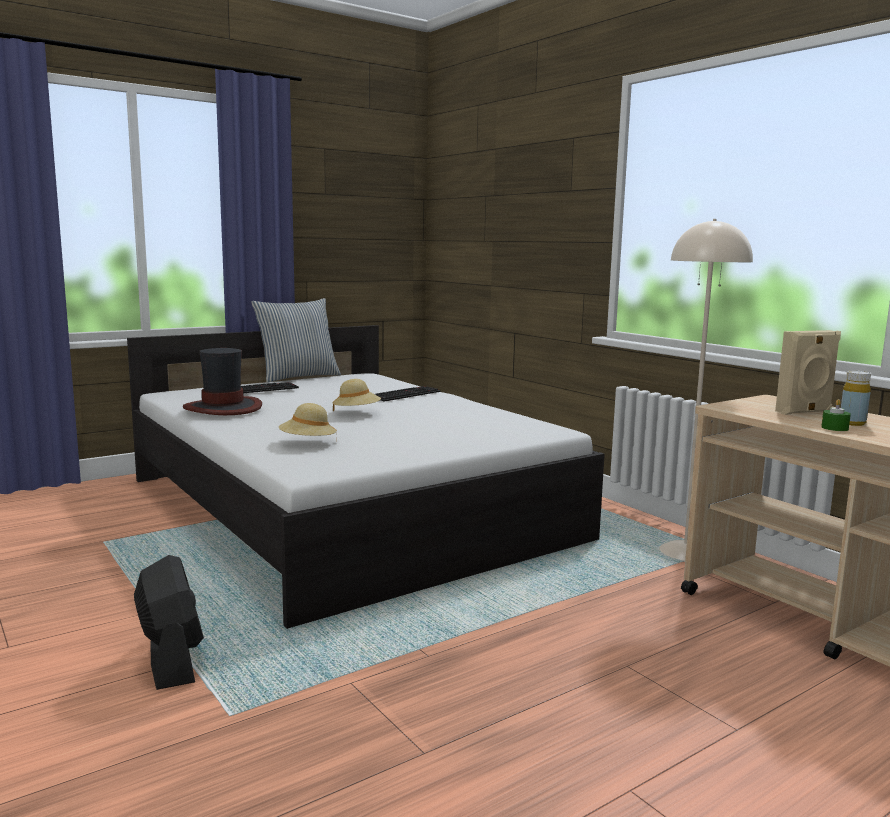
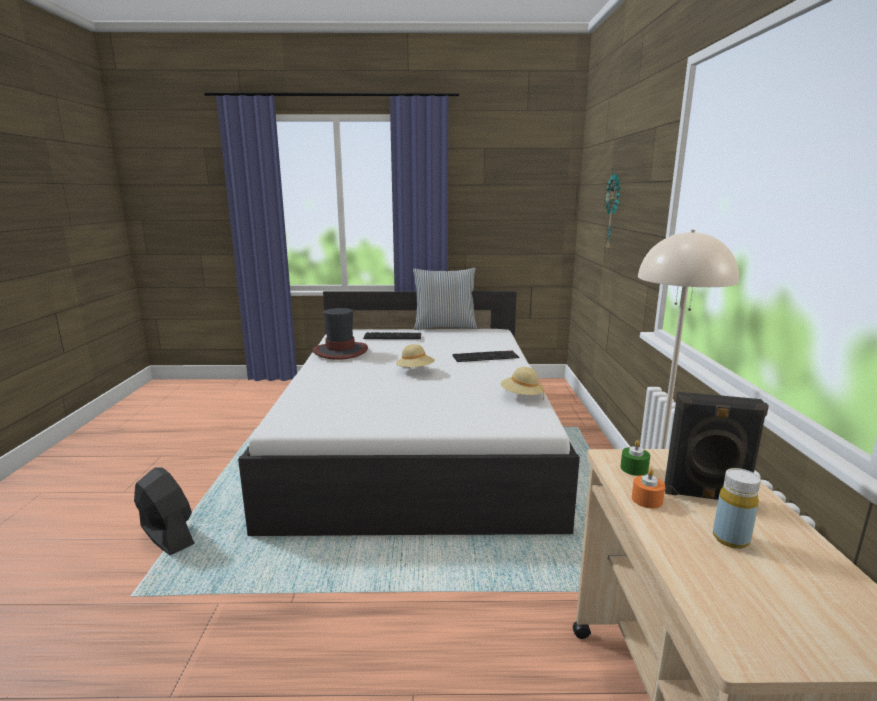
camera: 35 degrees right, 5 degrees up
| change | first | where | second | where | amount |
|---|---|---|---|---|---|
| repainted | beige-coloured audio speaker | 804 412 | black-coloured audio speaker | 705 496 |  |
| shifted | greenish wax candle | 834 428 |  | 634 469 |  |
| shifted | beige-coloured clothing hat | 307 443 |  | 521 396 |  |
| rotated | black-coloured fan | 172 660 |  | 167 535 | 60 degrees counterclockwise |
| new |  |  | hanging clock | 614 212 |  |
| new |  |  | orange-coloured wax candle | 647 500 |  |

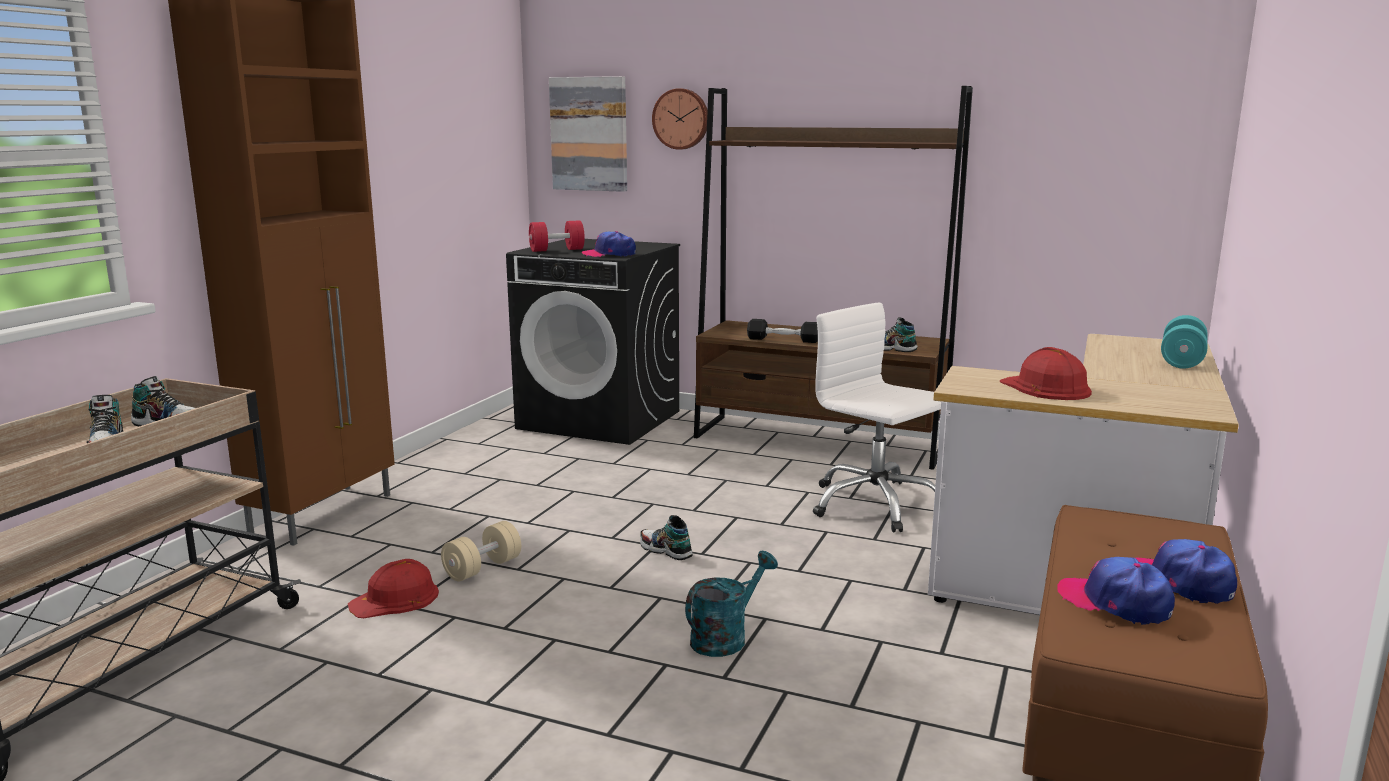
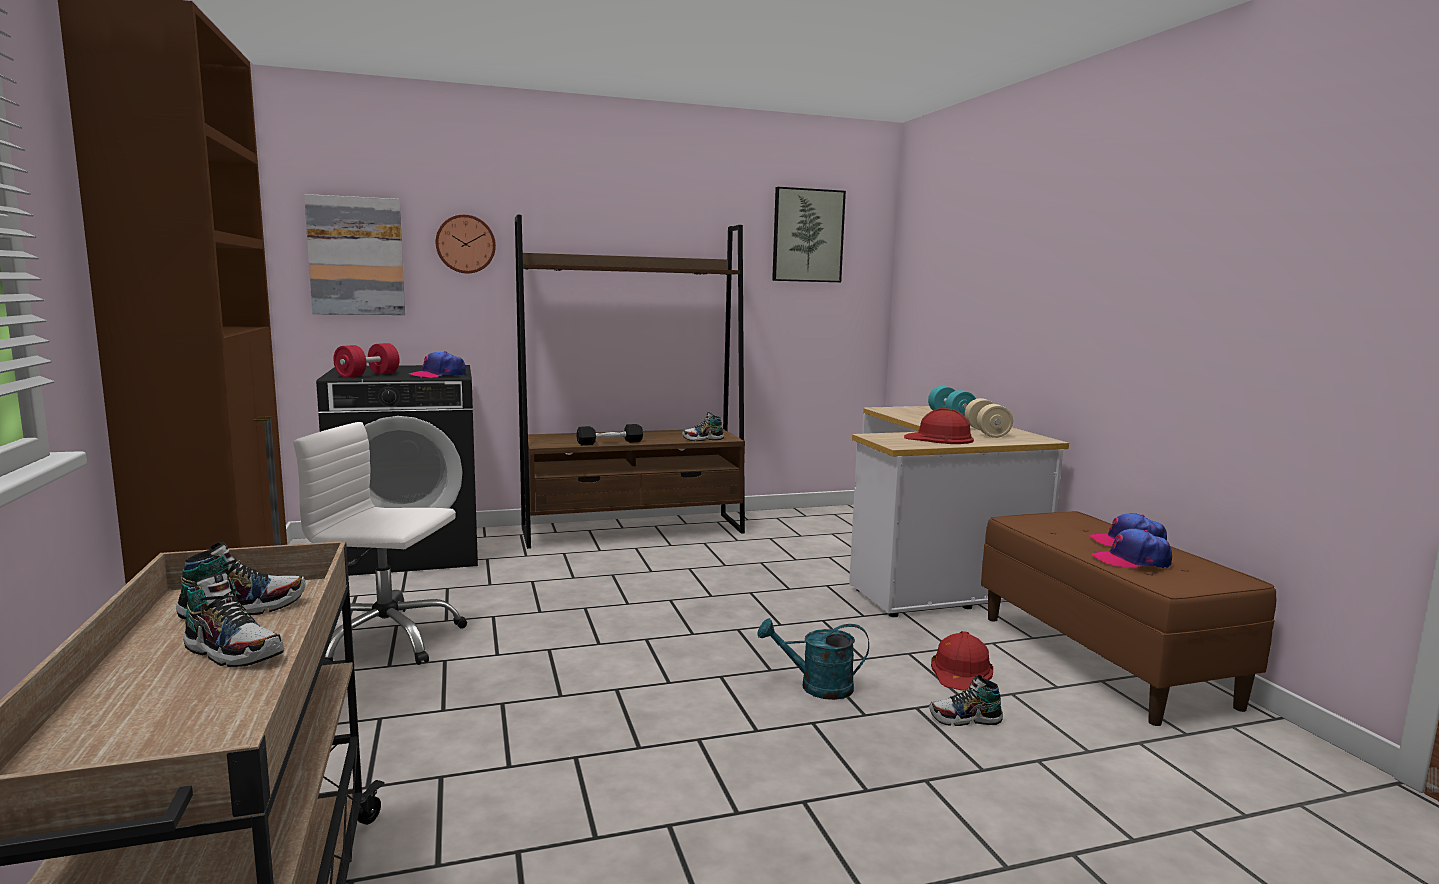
camera: 40 degrees left, 5 degrees down
| change | first | where | second | where | amount |
|---|---|---|---|---|---|
| shifted | white office chair | 874 504 |  | 385 640 |  |
| shifted | item of footwear | 665 551 |  | 965 719 |  |
| shifted | beige-coloured free weight | 482 568 |  | 986 432 |  |
| rotated | blue-green watering pot | 725 637 |  | 816 687 | 90 degrees counterclockwise |
| shifted | red safety helmet | 395 599 |  | 962 671 |  |
| new |  |  | wall art | 807 235 |  |

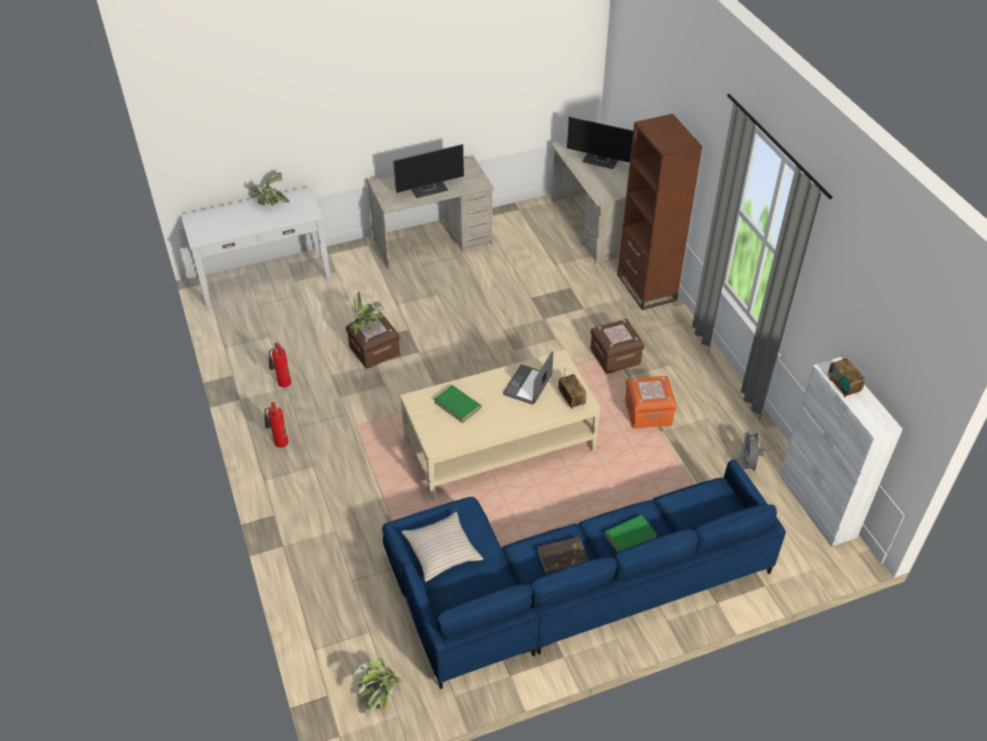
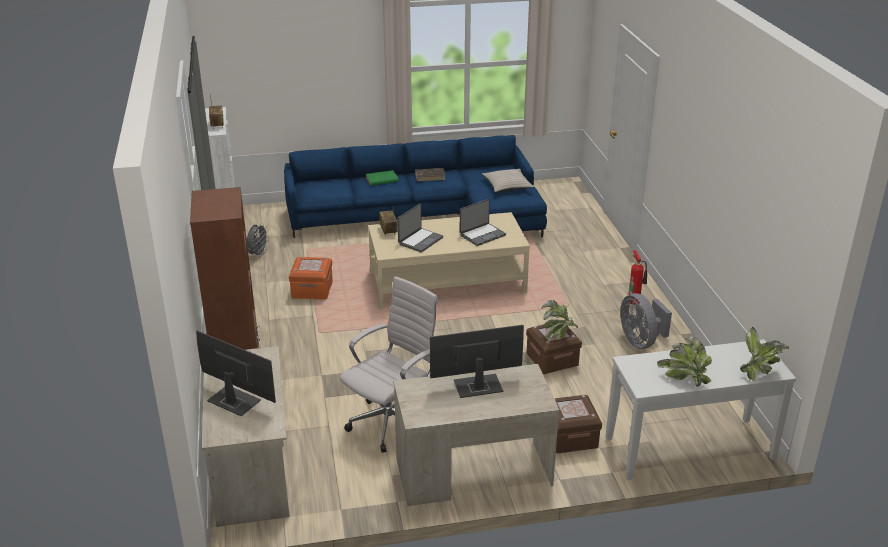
camera: 170 degrees left, 15 degrees down
| change | first | where | second | where | amount |
|---|---|---|---|---|---|
| shifted | brownish storage box | 615 356 |  | 570 437 |  |
| swapped | extinguisher | 284 384 | gray fan | 641 341 |  |
| swapped | greenish volume | 458 405 | laptop | 482 235 |  |
| shifted | houseplant | 379 694 |  | 759 371 |  |
| new |  |  | white office chair | 392 422 |  |

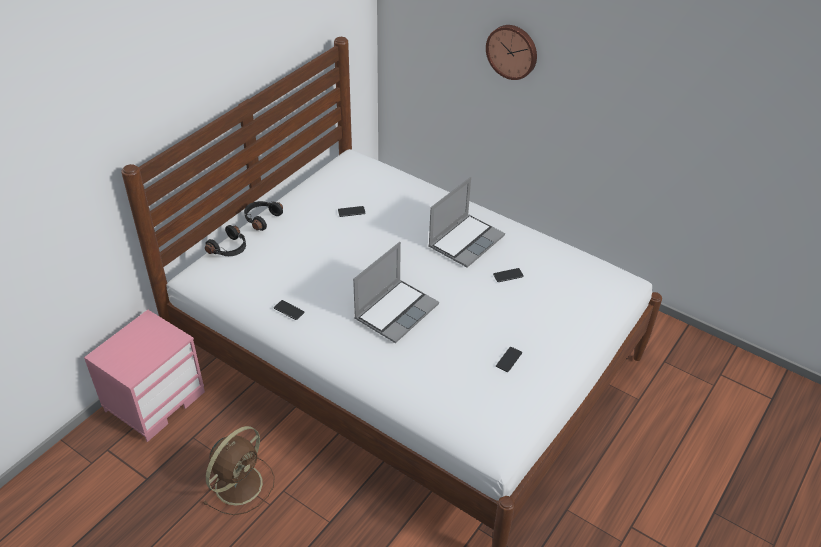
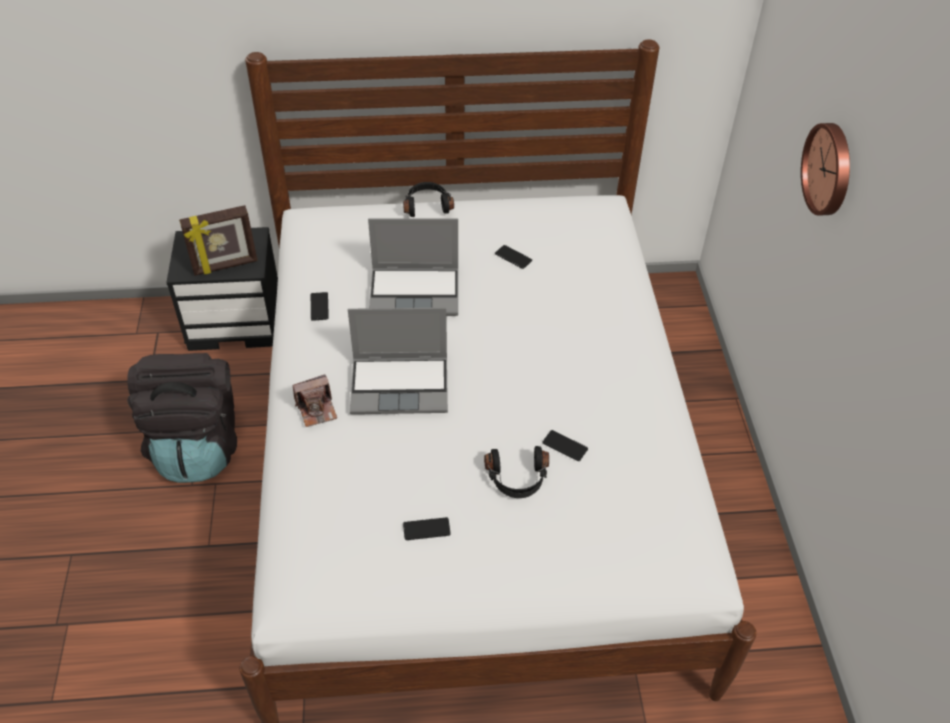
camera: 50 degrees right, 5 degrees up
| change | first | where | second | where | amount |
|---|---|---|---|---|---|
| shifted | laptop | 466 241 |  | 416 292 |  |
| shifted | black-coloured headset | 229 249 |  | 517 479 |  |
| repainted | pinkish nightstand | 155 400 | black-coloured nightstand | 237 321 |  |
| swapped | brownish fan | 240 483 | black-coloured knapsack | 197 446 |  |
| new |  |  | photo frame | 225 266 |  |
| new |  |  | still camera | 317 409 |  |

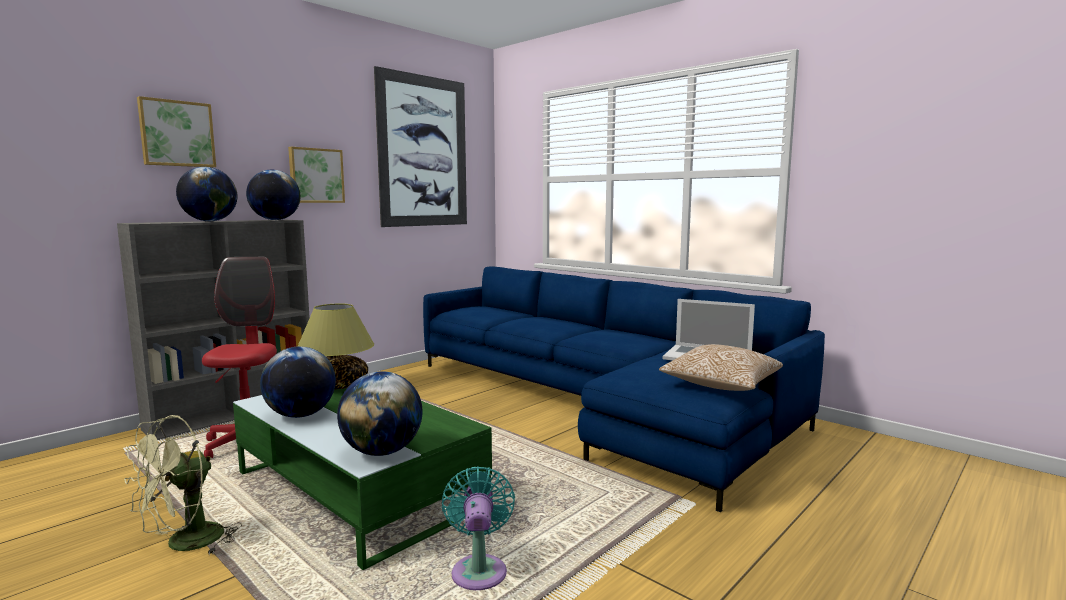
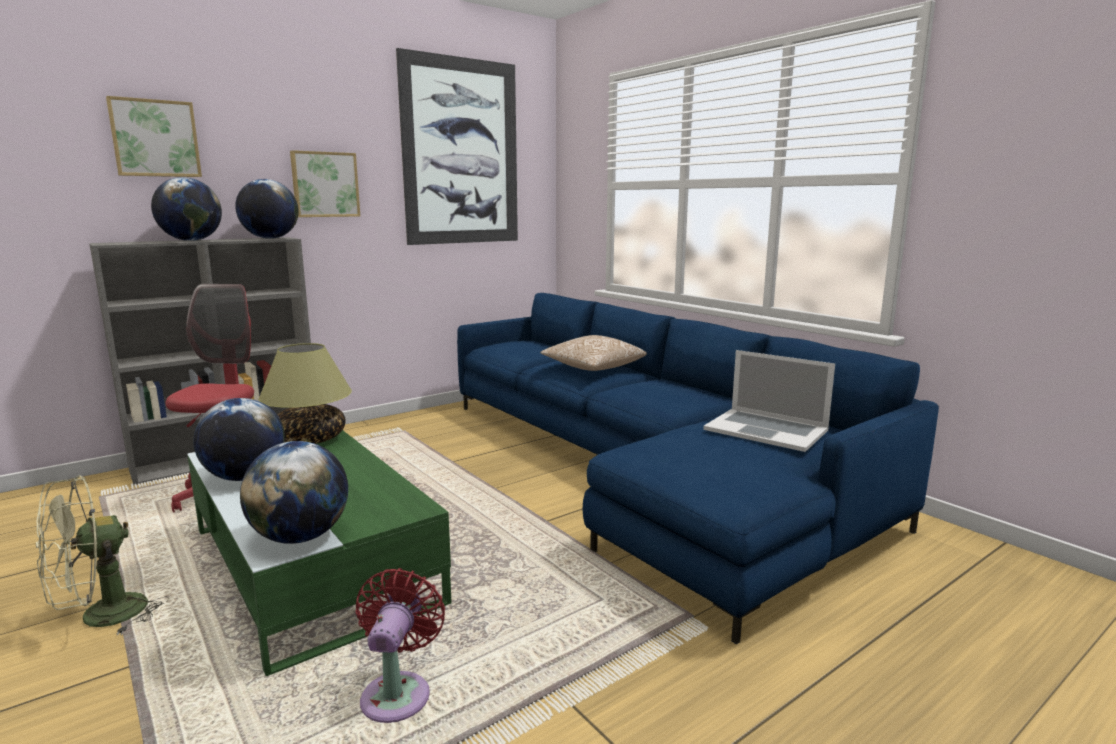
camera: 10 degrees right, 5 degrees up
| change | first | where | second | where | amount |
|---|---|---|---|---|---|
| shifted | pillow | 720 385 |  | 592 368 |  |
| repainted | blue-green fan | 479 569 | red fan | 398 692 |  |

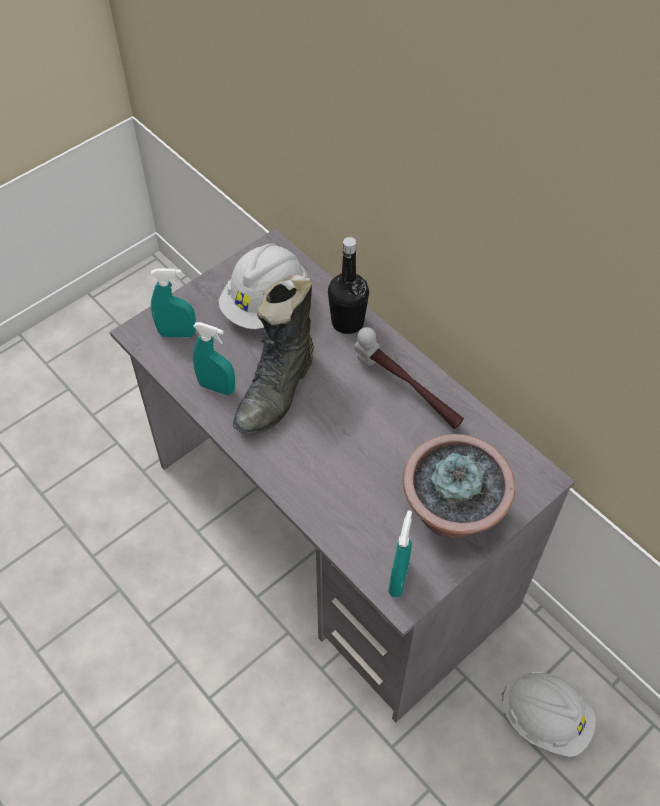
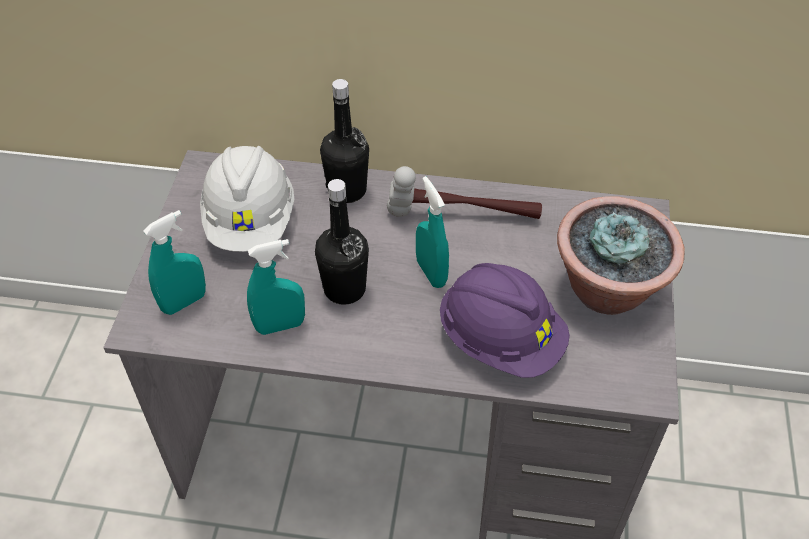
camera: 40 degrees left, 5 degrees down
| change | first | where | second | where | amount |
|---|---|---|---|---|---|
| swapped | black-coloured tall boot | 278 390 | black-coloured bottle | 344 289 |  |
| shifted | blue-green sprayer | 398 578 |  | 431 273 |  |
| gone | white safety helmet | 545 718 |  |  |  |
| new |  |  | purplish safety helmet | 500 340 |  |

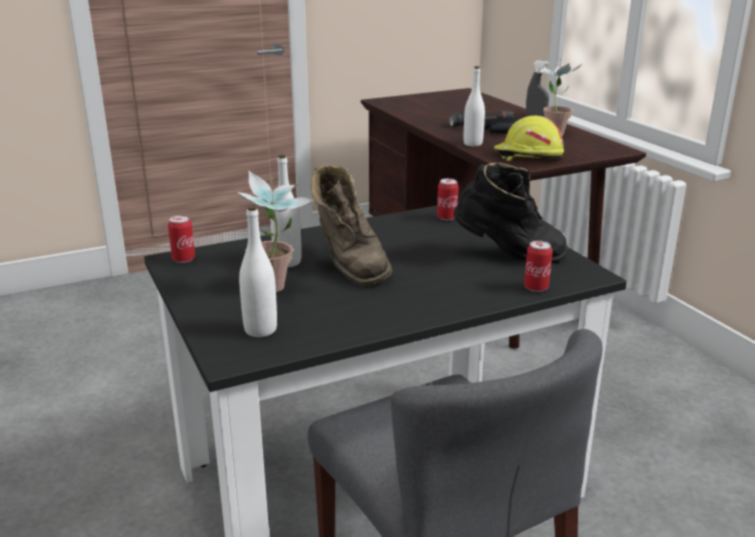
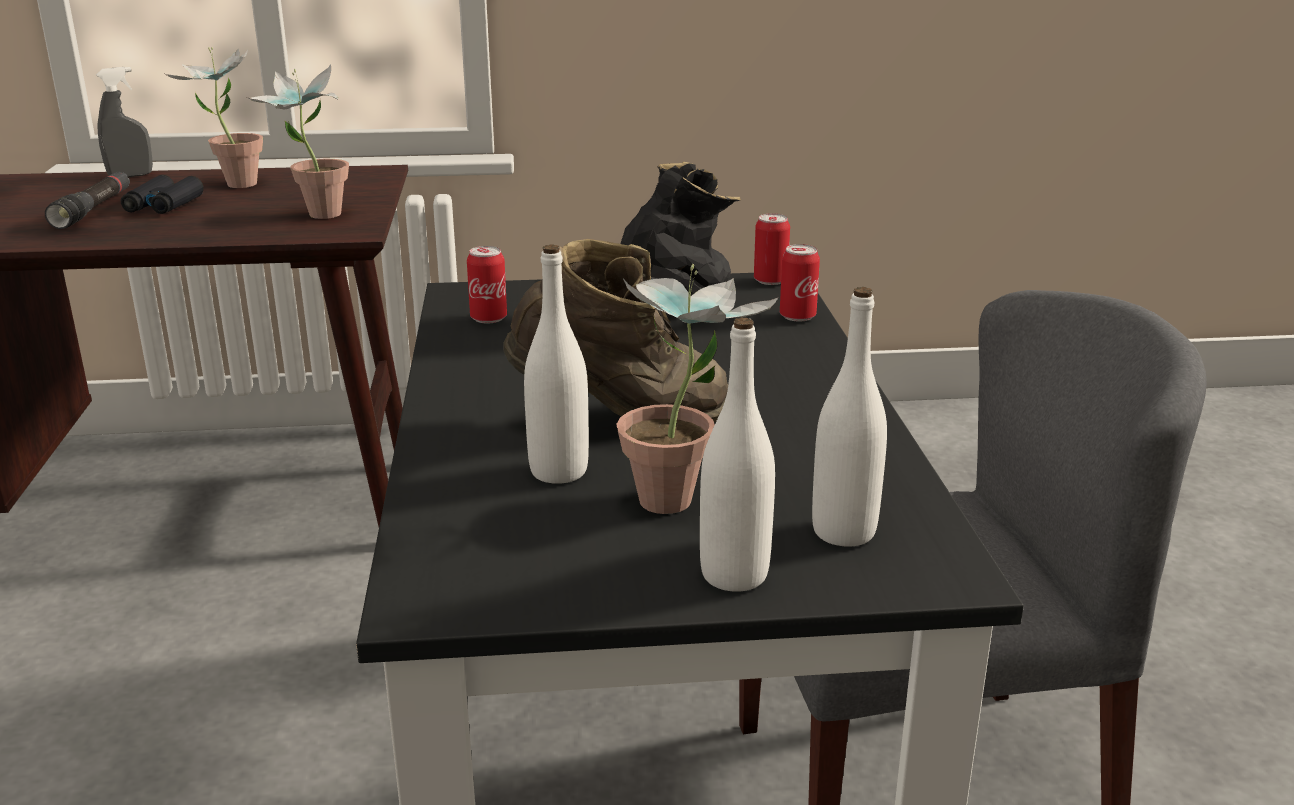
camera: 70 degrees left, 0 degrees up
| change | first | where | second | where | amount |
|---|---|---|---|---|---|
| shifted | white bottle | 473 144 |  | 734 575 |  |
| swapped | yellow safety helmet | 527 156 | houseplant | 314 217 |  |
| shifted | sealed can | 183 259 |  | 770 281 |  |

